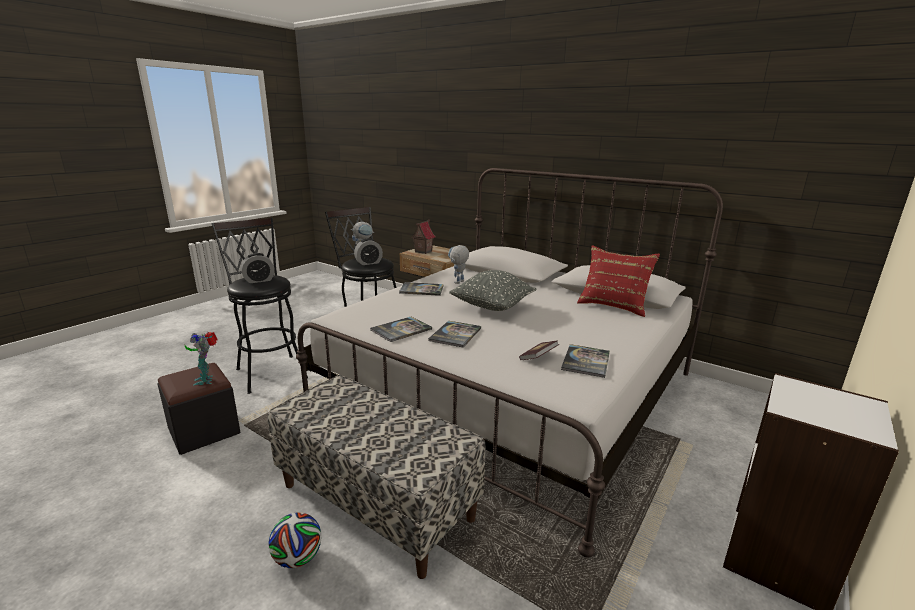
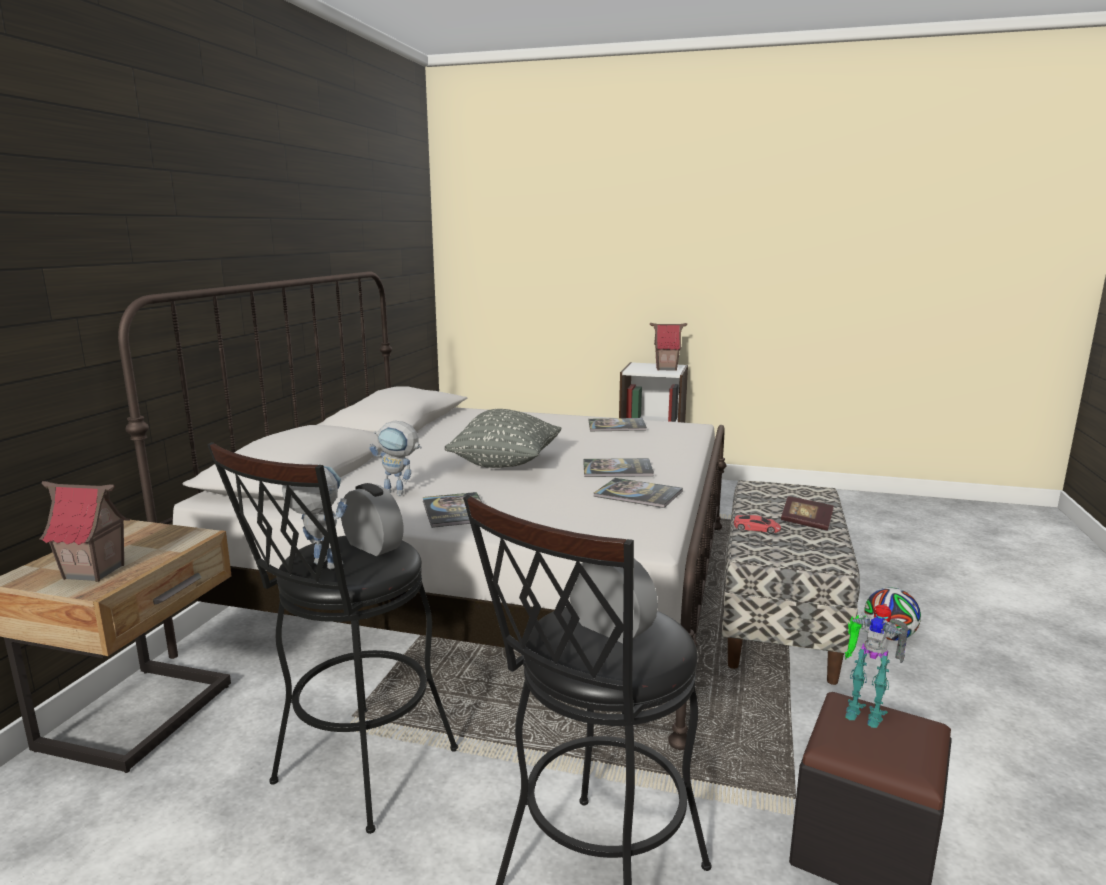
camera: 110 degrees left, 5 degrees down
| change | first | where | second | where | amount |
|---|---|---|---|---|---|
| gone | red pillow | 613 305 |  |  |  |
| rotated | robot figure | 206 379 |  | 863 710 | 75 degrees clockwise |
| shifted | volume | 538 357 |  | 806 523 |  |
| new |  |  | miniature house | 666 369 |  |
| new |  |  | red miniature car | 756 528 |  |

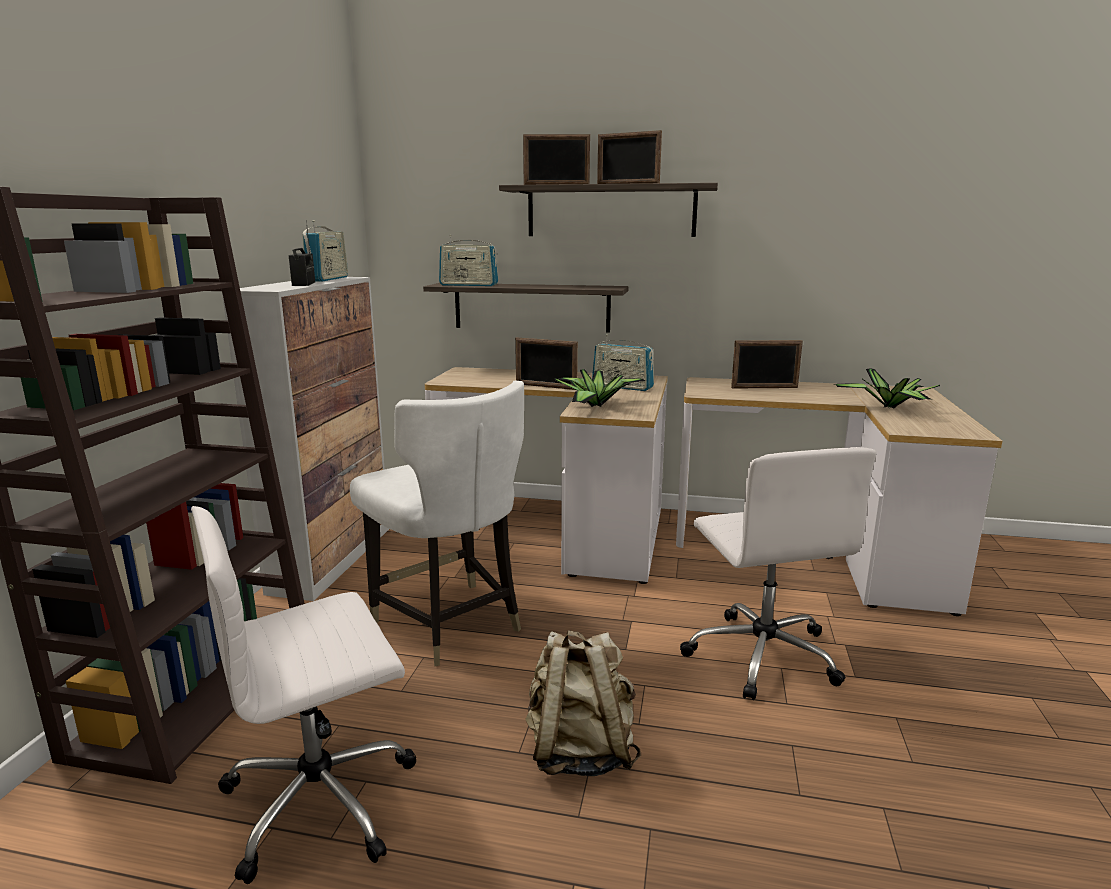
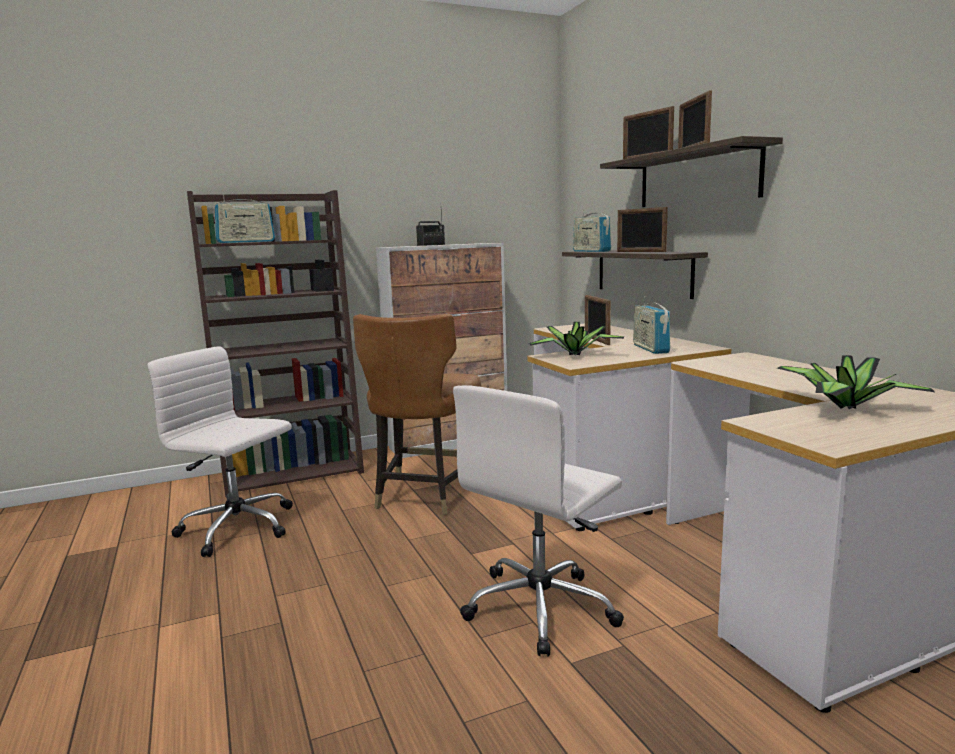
camera: 55 degrees right, 5 degrees down
| change | first | where | second | where | amount |
|---|---|---|---|---|---|
| shifted | radio set | 328 279 |  | 246 242 |  |
| shifted | photo frame | 764 388 |  | 640 251 |  |
| repainted | white upright chair | 449 623 | brownish upright chair | 424 495 |  |
| gone | beige-coloured knapsack | 579 751 |  |  |  |

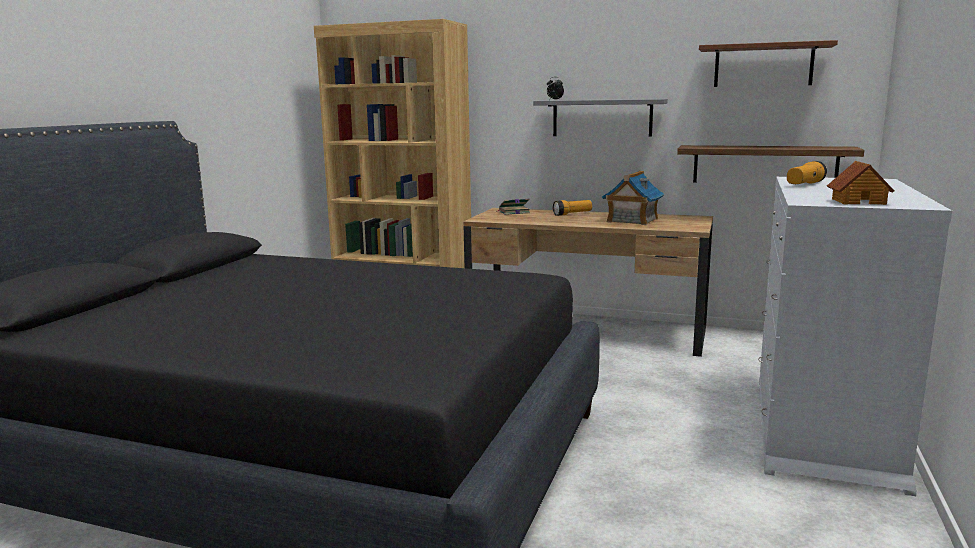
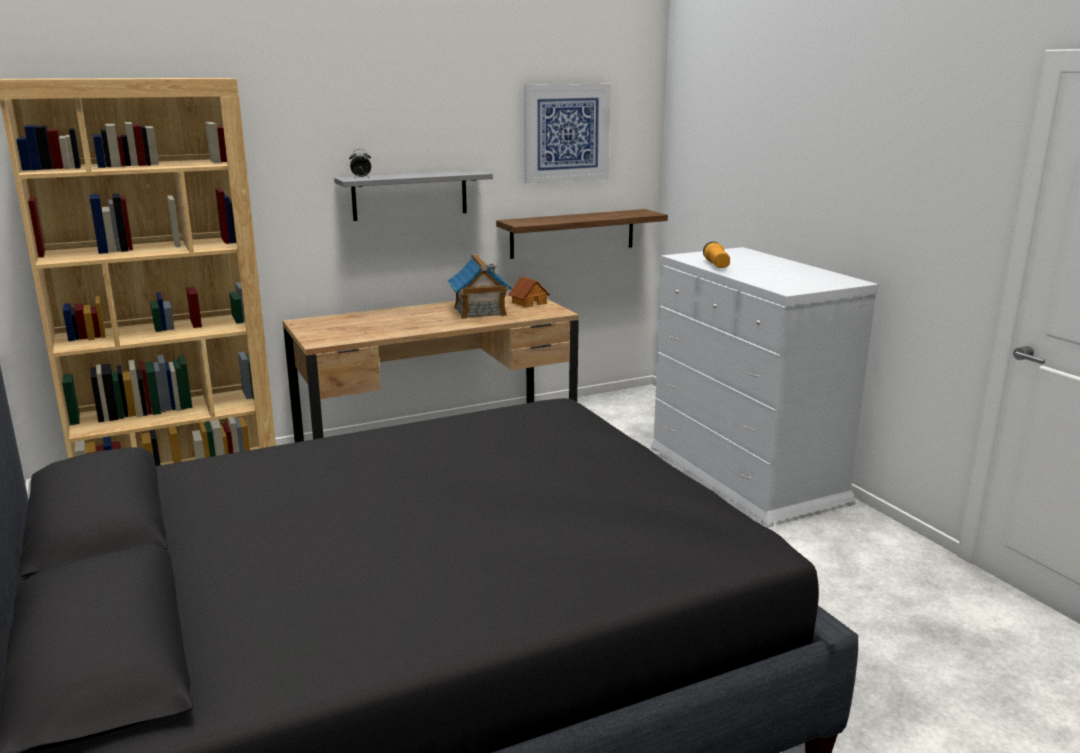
camera: 45 degrees left, 5 degrees up
| change | first | where | second | where | amount |
|---|---|---|---|---|---|
| swapped | brownish wall shelf | 763 65 | wall art | 566 133 |  |
| shifted | miniature house | 858 201 |  | 529 303 |  |
| gone | volume | 513 212 |  |  |  |
| gone | hand torch | 572 214 |  |  |  |

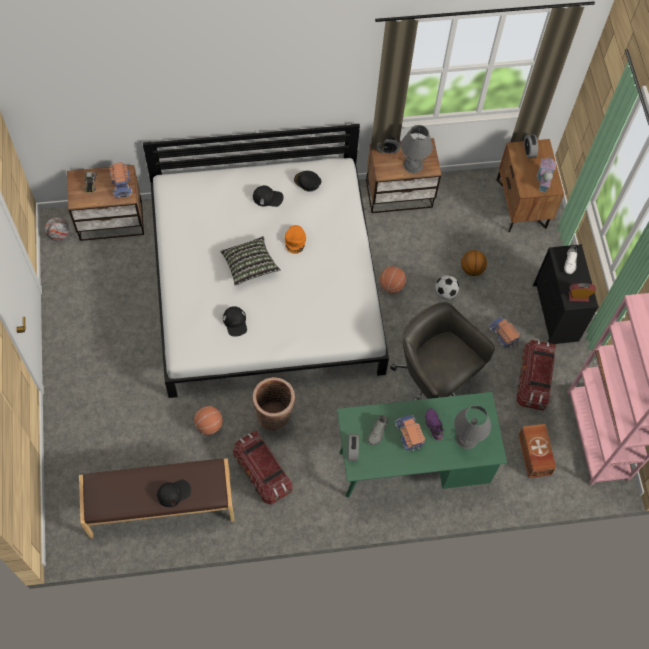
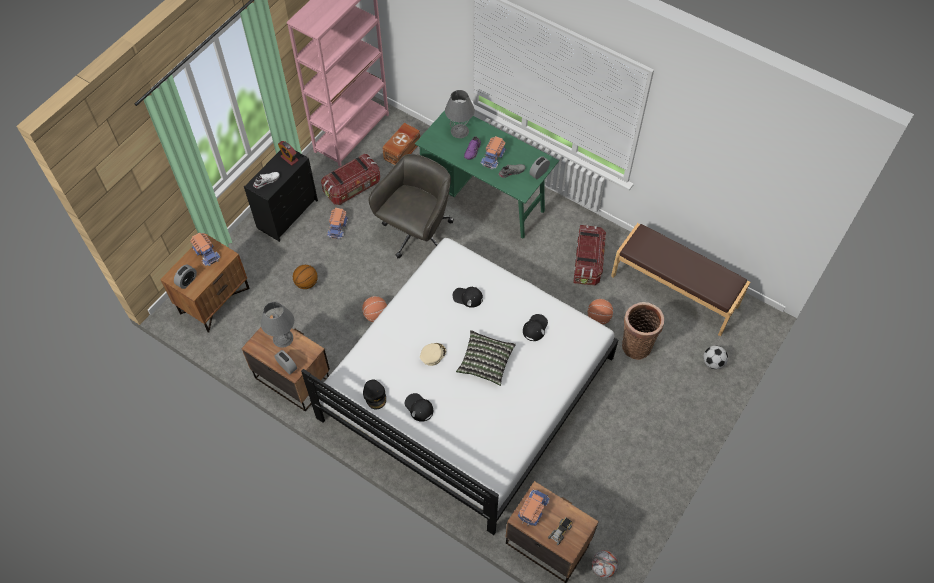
camera: 135 degrees left, 5 degrees down
| change | first | where | second | where | amount |
|---|---|---|---|---|---|
| swapped | miniature house | 543 180 | toy truck | 206 253 |  |
| repainted | orange-coloured baseball cap | 295 241 | beige-coloured baseball cap | 432 354 |  |
| shifted | football | 445 292 |  | 713 362 |  |
| rotated | gray office chair | 433 381 |  | 416 234 | 150 degrees counterclockwise |
| shifted | basket | 274 417 |  | 636 344 |  |
| shifted | black-coloured baseball cap | 174 493 |  | 467 297 |  |

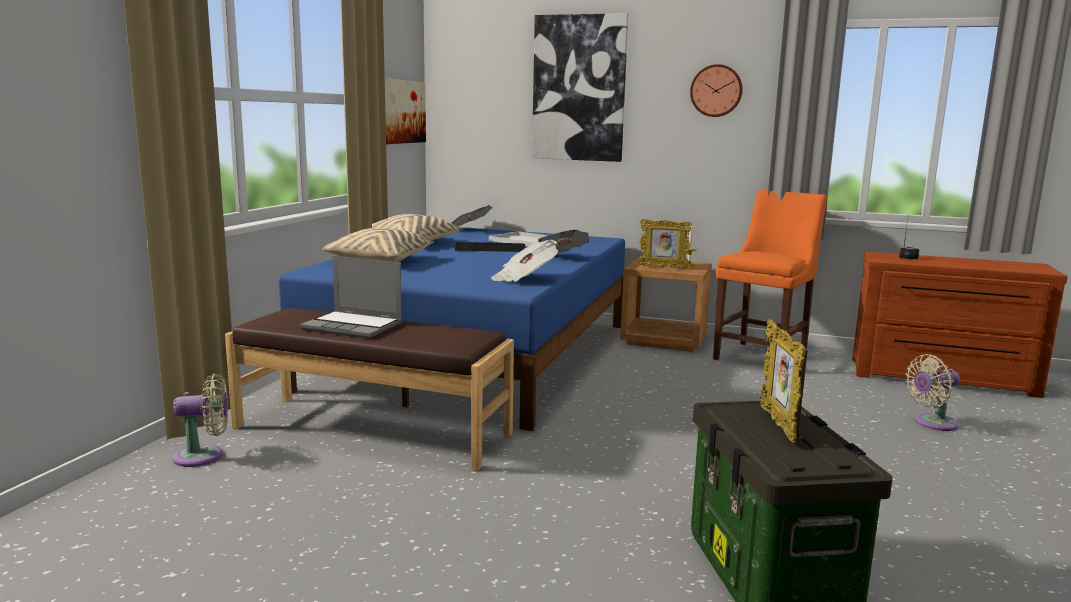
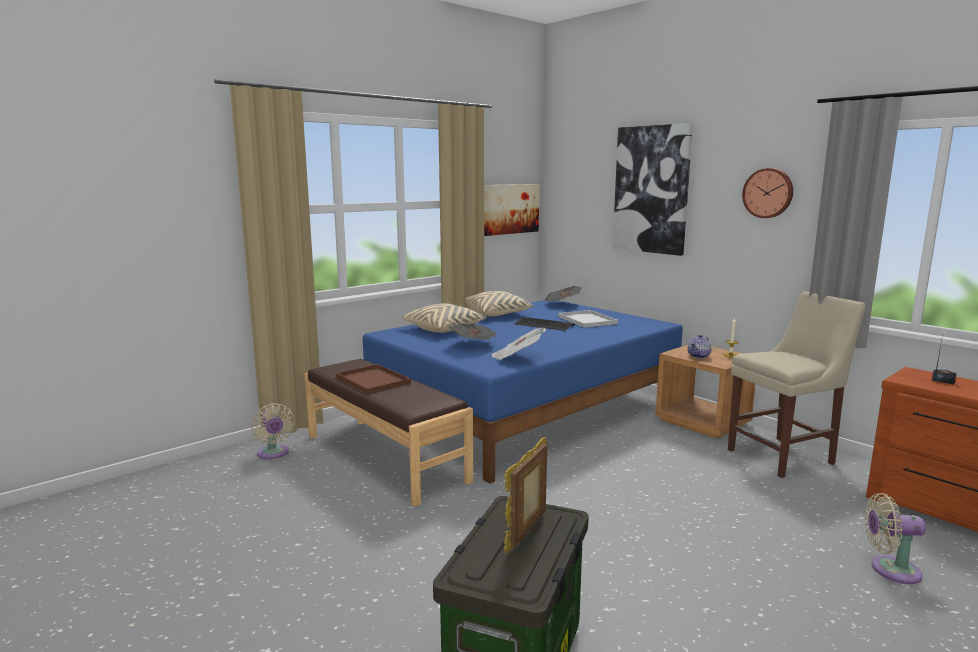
camera: 30 degrees right, 0 degrees up
| change | first | where | second | where | amount |
|---|---|---|---|---|---|
| repainted | orange-coloured upright chair | 762 356 | beige-coloured upright chair | 784 456 |  |
| swapped | photo frame | 663 267 | pot for tea | 699 356 |  |
| shifted | printed paper | 562 257 |  | 474 345 |  |
| swapped | laptop | 354 326 | brownish carrying tray | 374 380 |  |
| rotated | beige-coloured fan | 204 456 |  | 273 454 | 45 degrees clockwise |

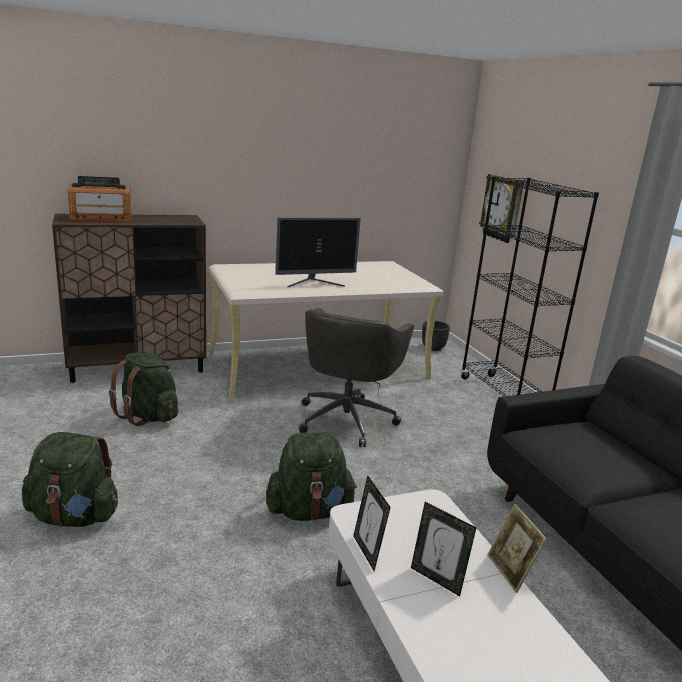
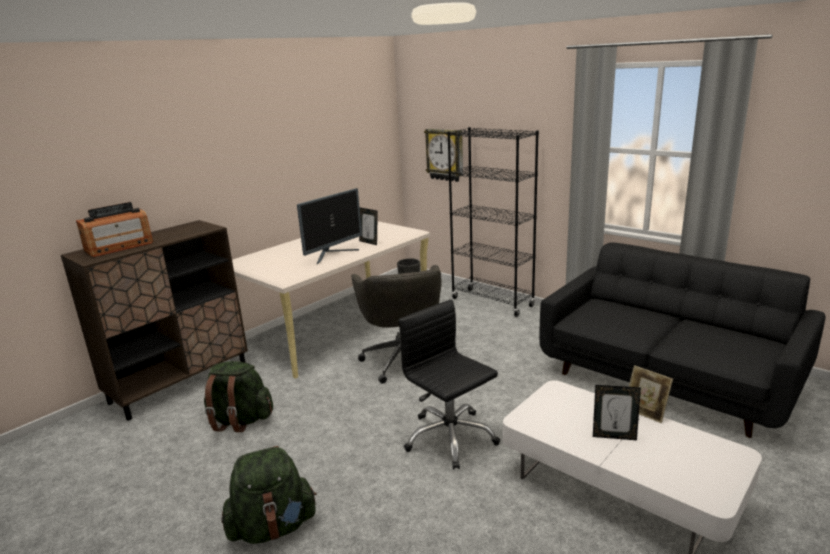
camera: 25 degrees left, 0 degrees up
| change | first | where | second | where | amount |
|---|---|---|---|---|---|
| swapped | greenish knapsack | 309 511 | black-coloured office chair | 450 438 |  |
| shifted | photo frame | 367 552 |  | 369 242 |  |

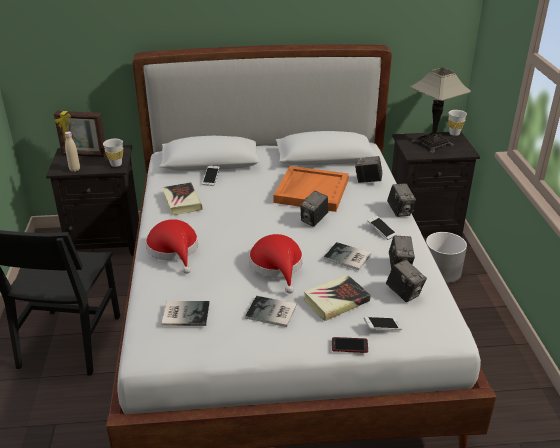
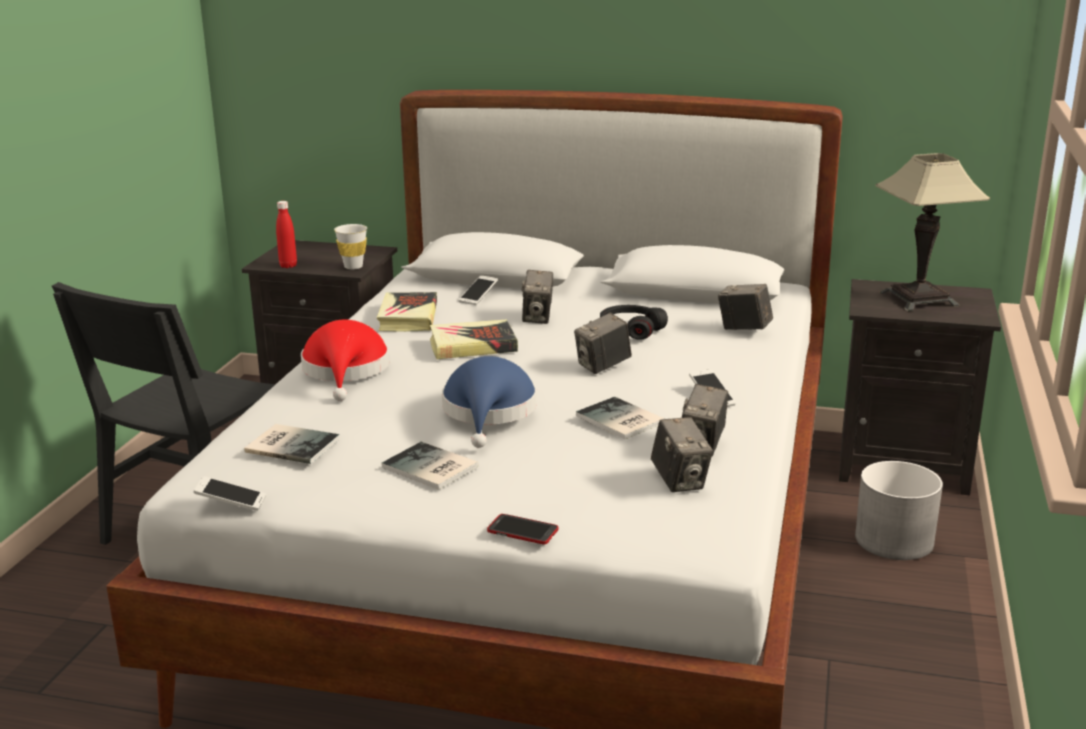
camera: 20 degrees right, 10 degrees down
| change | first | where | second | where | amount |
|---|---|---|---|---|---|
| gone | white small cup | 454 133 |  |  |  |
| gone | photo frame | 84 155 |  |  |  |
| repainted | beige-coloured bottle | 74 169 | red bottle | 288 266 |  |
| swapped | orange-coloured carrying tray | 311 191 | black-coloured headset | 631 330 |  |
| shifted | still camera | 400 211 |  | 538 318 |  |
| repainted | red clothing hat | 277 266 | blue clothing hat | 489 412 |  |
| shifted | volume | 336 301 |  | 472 346 |  |
| shifted | handset | 382 328 |  | 231 503 |  |

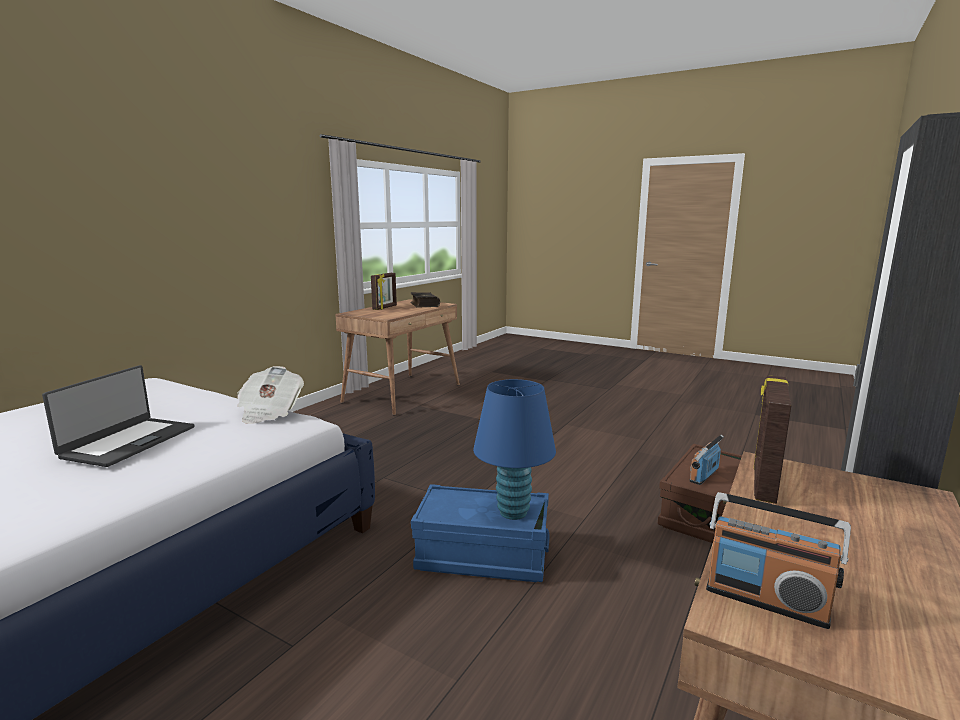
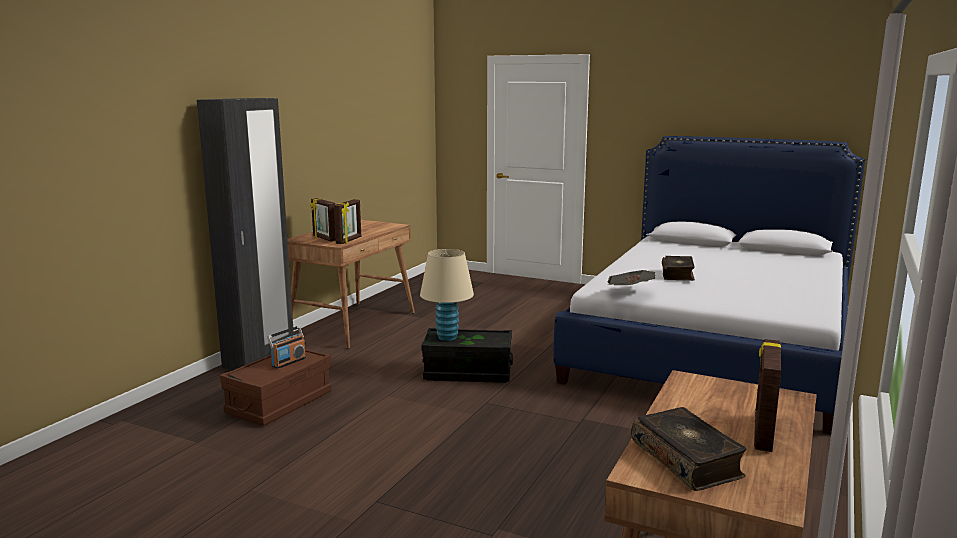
camera: 175 degrees right, 0 degrees up
| change | first | where | second | where | amount |
|---|---|---|---|---|---|
| swapped | laptop | 128 442 | volume | 678 274 |  |
| repainted | blue lamp for a table | 513 512 | beige-coloured lamp for a table | 447 337 |  |
| repainted | blue storage box | 482 556 | black-coloured storage box | 468 372 |  |
| gone | radio set | 765 600 |  |  |  |
| new |  |  | photo frame | 324 238 |  |

